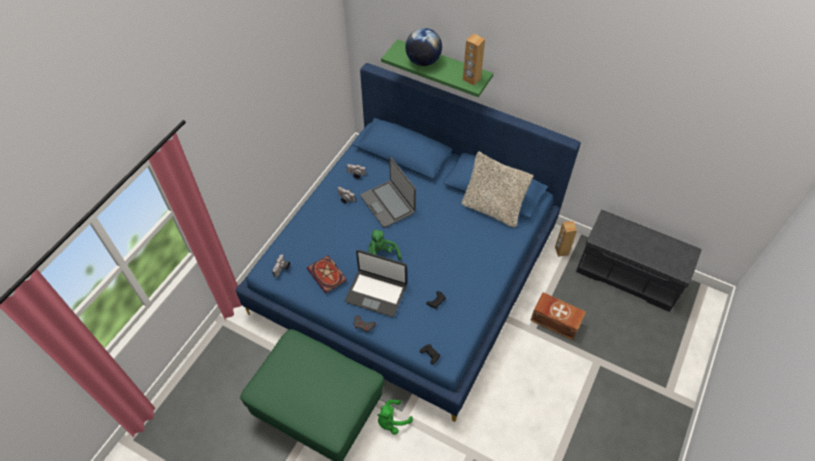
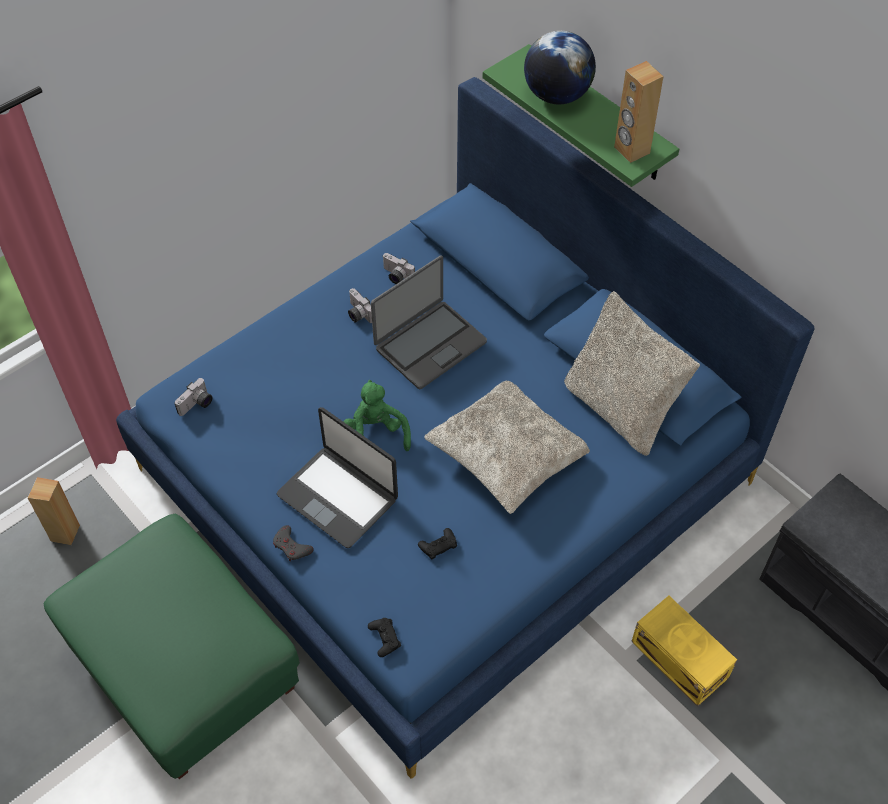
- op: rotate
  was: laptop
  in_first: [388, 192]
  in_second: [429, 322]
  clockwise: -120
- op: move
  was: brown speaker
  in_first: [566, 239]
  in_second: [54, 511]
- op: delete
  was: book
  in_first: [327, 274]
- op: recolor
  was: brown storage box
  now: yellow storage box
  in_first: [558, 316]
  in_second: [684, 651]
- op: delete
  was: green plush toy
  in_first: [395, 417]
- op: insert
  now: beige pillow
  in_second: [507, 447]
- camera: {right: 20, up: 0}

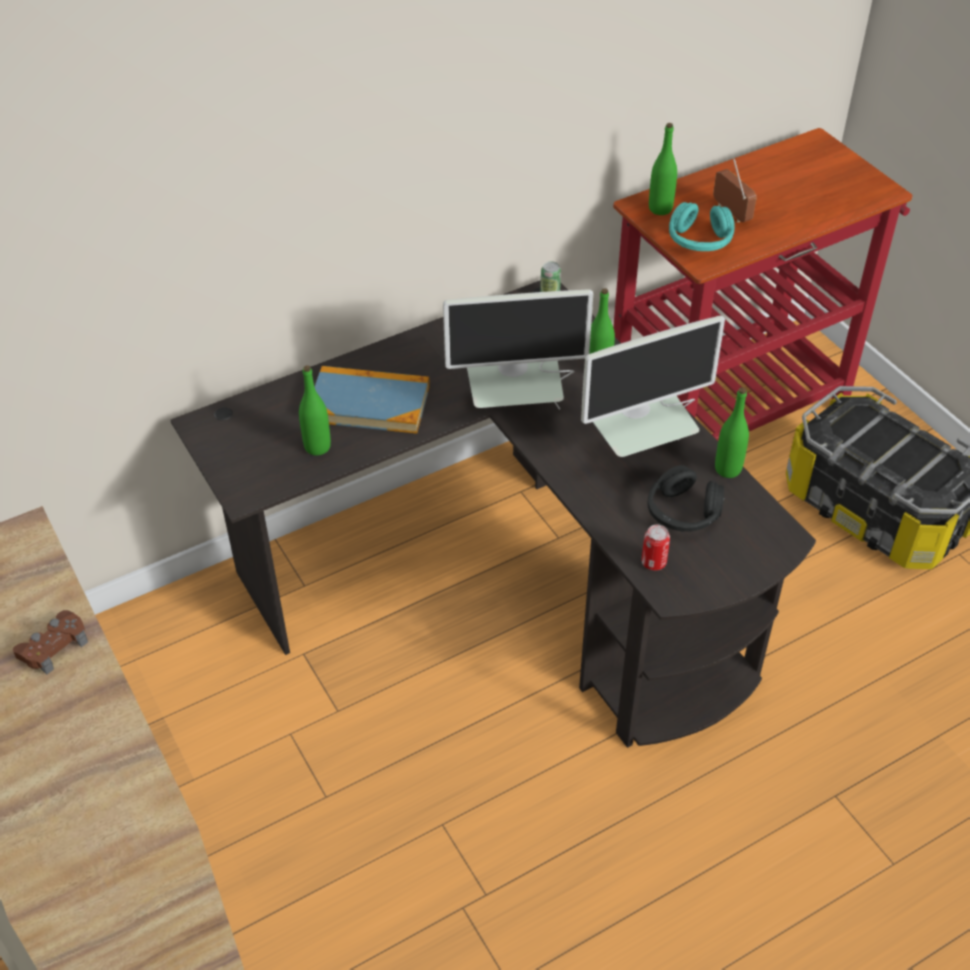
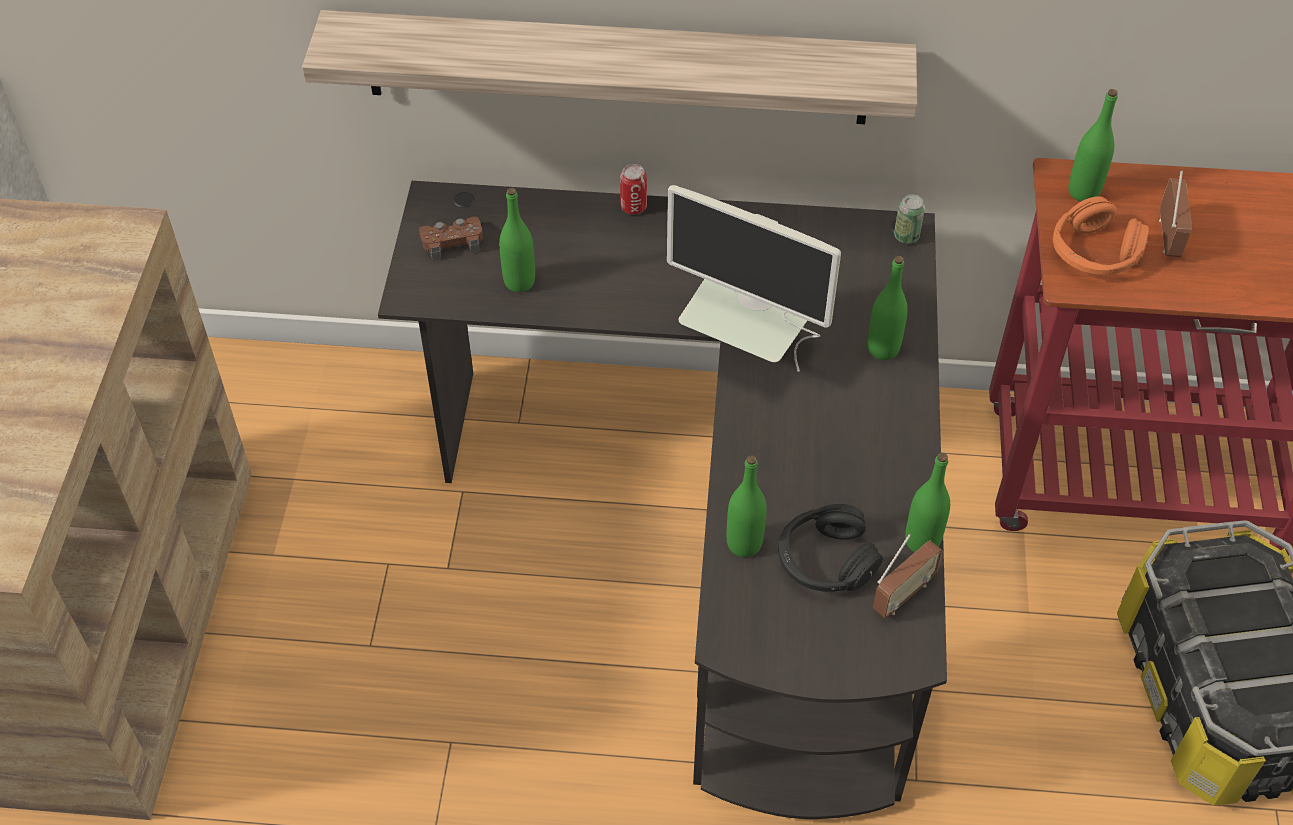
- op: recolor
  was: turquoise headphones
  now: orange headphones
  in_first: [702, 226]
  in_second: [1101, 235]
- op: delete
  was: monitor
  in_first: [653, 386]
- op: delete
  was: book
  in_first: [372, 400]
- op: move
  was: can
  in_first: [655, 547]
  in_second: [633, 189]
- op: move
  was: brown game controller
  in_first: [50, 642]
  in_second: [451, 239]
- op: insert
  now: shelf
  in_second: [609, 67]
- op: insert
  now: green bottle
  in_second: [747, 506]
- op: insert
  now: radio
  in_second: [908, 576]
- camera: {right: 35, up: 5}

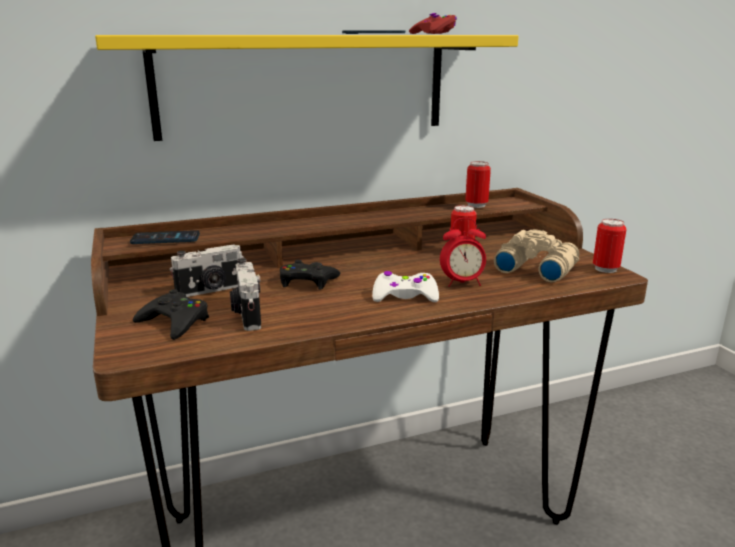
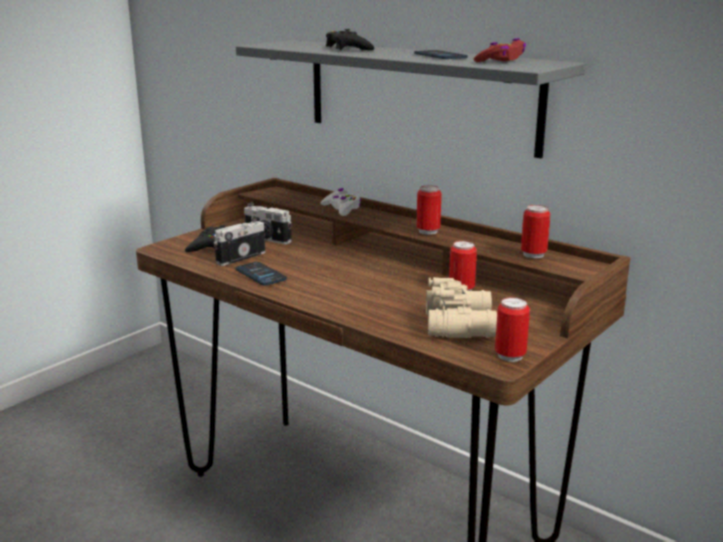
- op: recolor
  was: yellow shelf
  now: grey shelf
  in_first: [307, 88]
  in_second: [410, 99]
- op: delete
  was: alarm clock
  in_first: [463, 252]
- op: move
  was: phone
  in_first: [165, 237]
  in_second: [261, 274]
- op: move
  was: black game controller
  in_first: [310, 275]
  in_second: [350, 39]
- op: move
  was: white game controller
  in_first: [405, 286]
  in_second: [341, 202]
- op: insert
  now: can
  in_second: [428, 210]
- camera: {right: 60, up: 0}

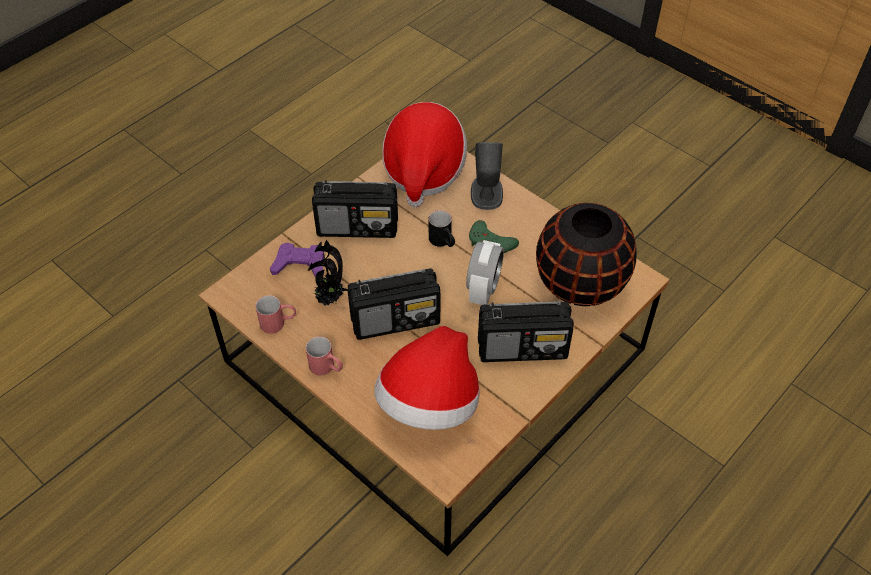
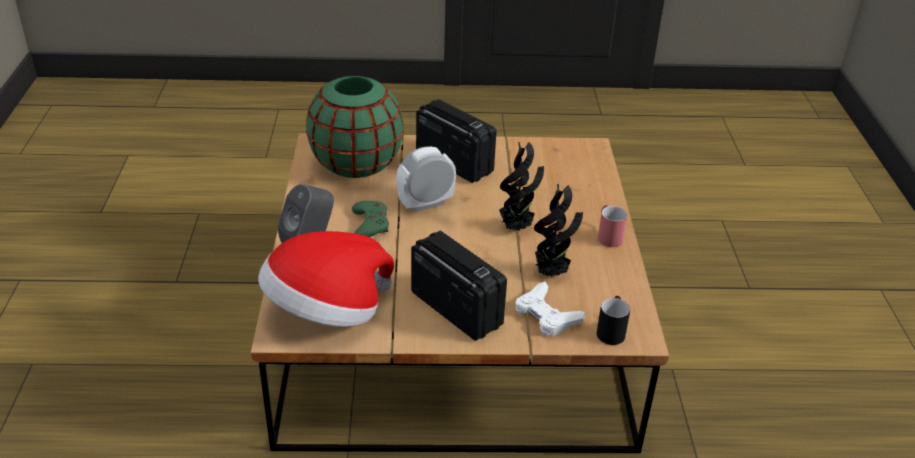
- op: recolor
  was: black vase
  now: green vase
  in_first: [586, 254]
  in_second: [355, 127]
- op: move
  was: black mug
  in_first: [442, 228]
  in_second: [613, 320]
- op: recolor
  was: purple game controller
  now: white game controller
  in_first: [297, 260]
  in_second: [550, 309]
- op: replace
  was: radio
  now: potted plant
  in_first: [394, 304]
  in_second: [521, 186]
- op: delete
  was: red mug
  in_first: [275, 314]
- op: delete
  was: hat
  in_first: [427, 378]
- camera: {right: -135, up: -15}

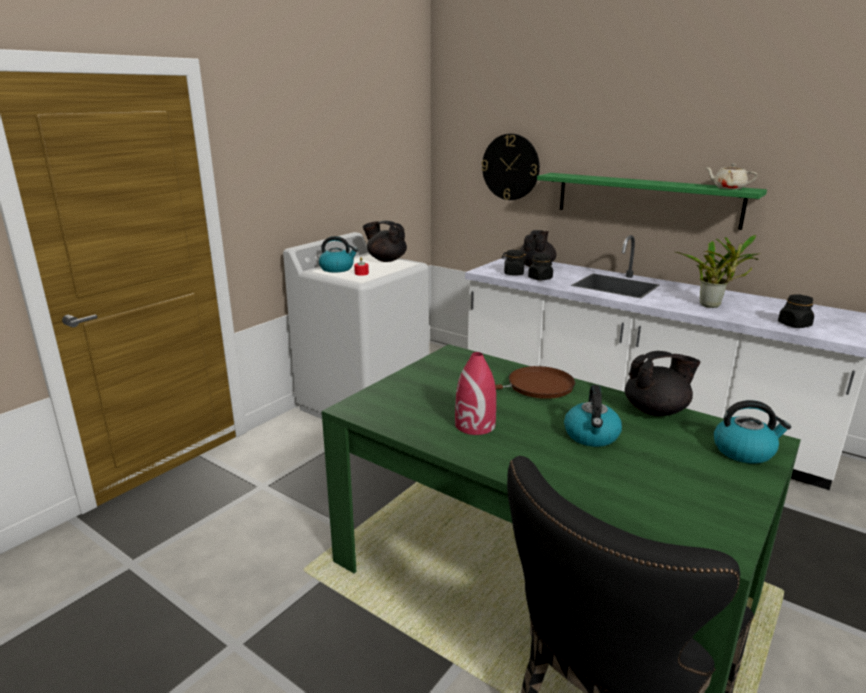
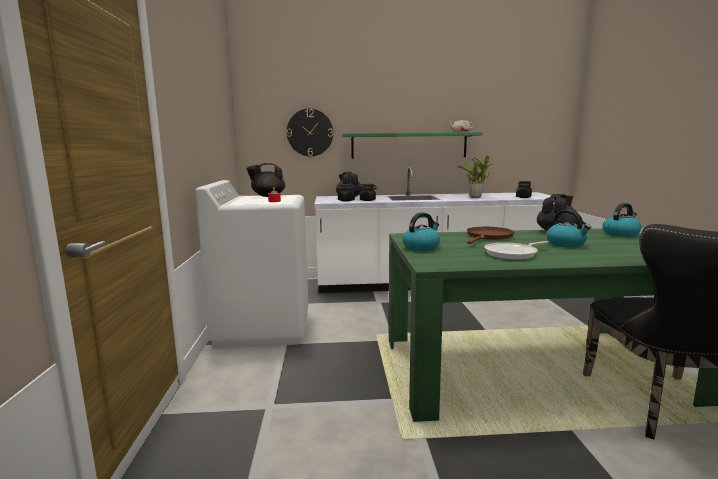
- op: move
  was: kettle
  in_first: [338, 254]
  in_second: [421, 231]
- op: replace
  was: red vase
  now: frying pan
  in_first: [475, 393]
  in_second: [516, 250]
- camera: {right: -40, up: -10}

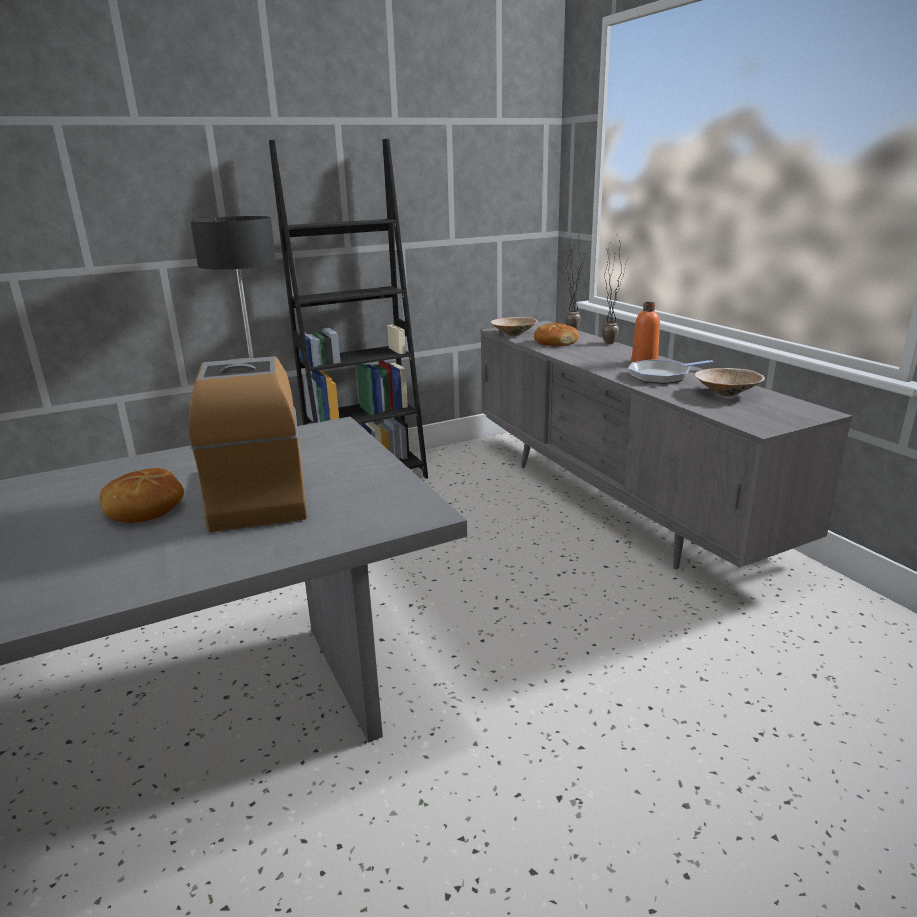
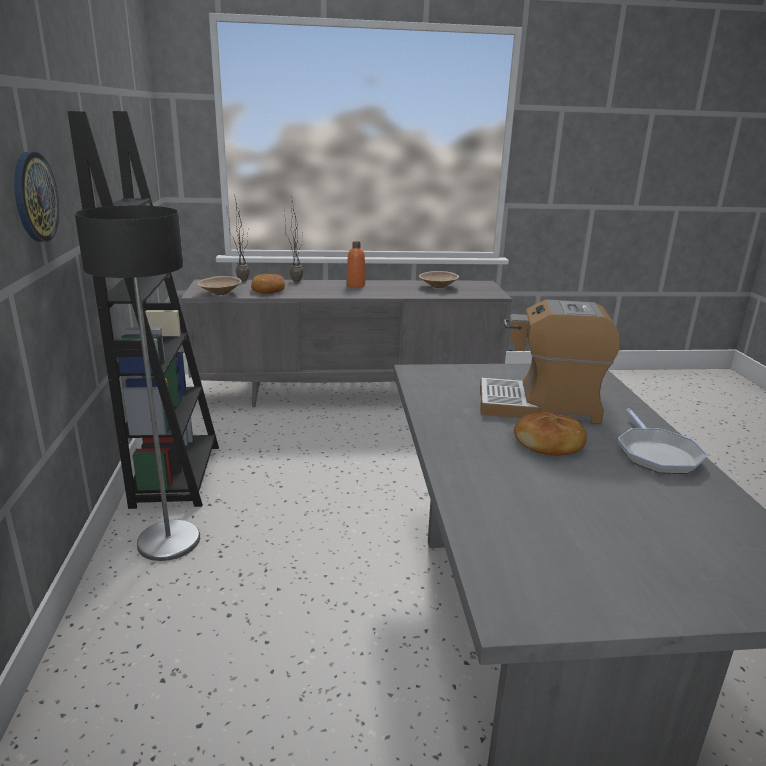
- op: move
  was: frying pan
  in_first: [670, 372]
  in_second: [662, 441]
- op: insert
  now: wall clock
  in_second: [36, 196]
- camera: {right: -70, up: 0}

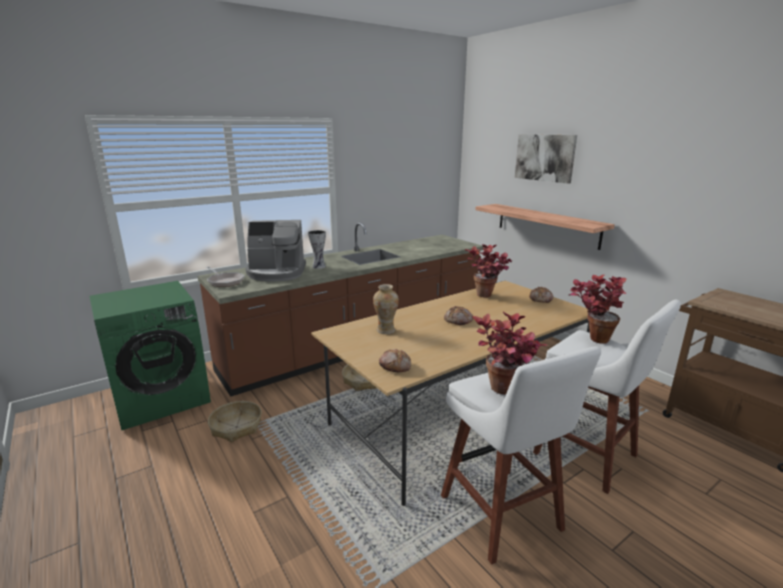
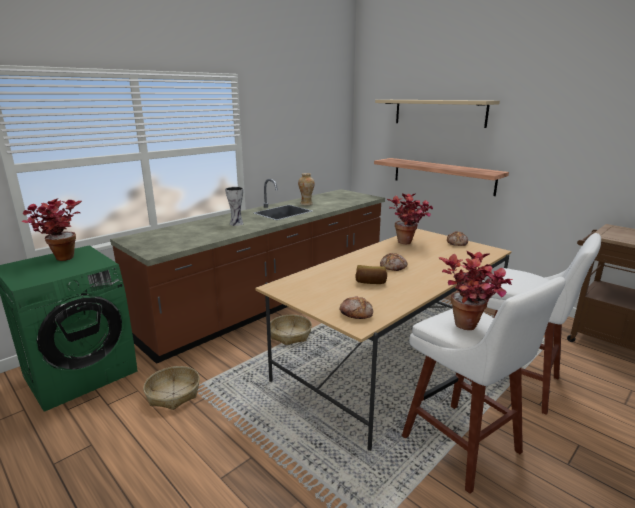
- op: replace
  was: picture
  now: beige shelf
  in_first: [546, 159]
  in_second: [437, 114]
- op: delete
  was: coffee machine
  in_first: [275, 250]
- op: delete
  was: frying pan
  in_first: [225, 276]
- op: move
  was: potted plant
  in_first: [597, 309]
  in_second: [52, 229]
- op: move
  was: vase
  in_first: [386, 309]
  in_second: [306, 189]
- op: insert
  now: bread
  in_second: [371, 274]
- camera: {right: -10, up: 0}

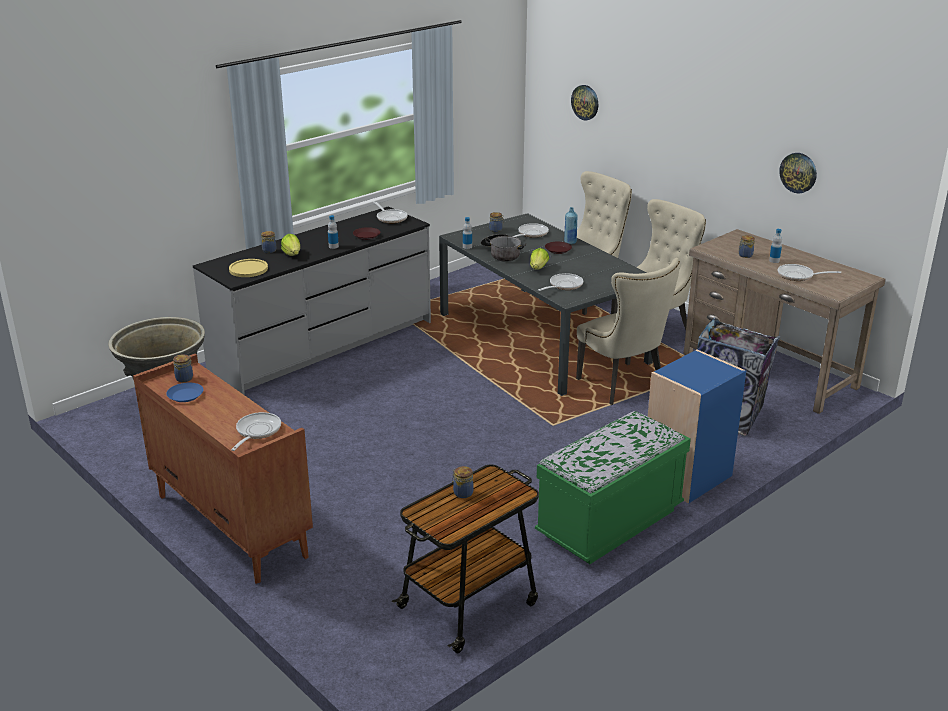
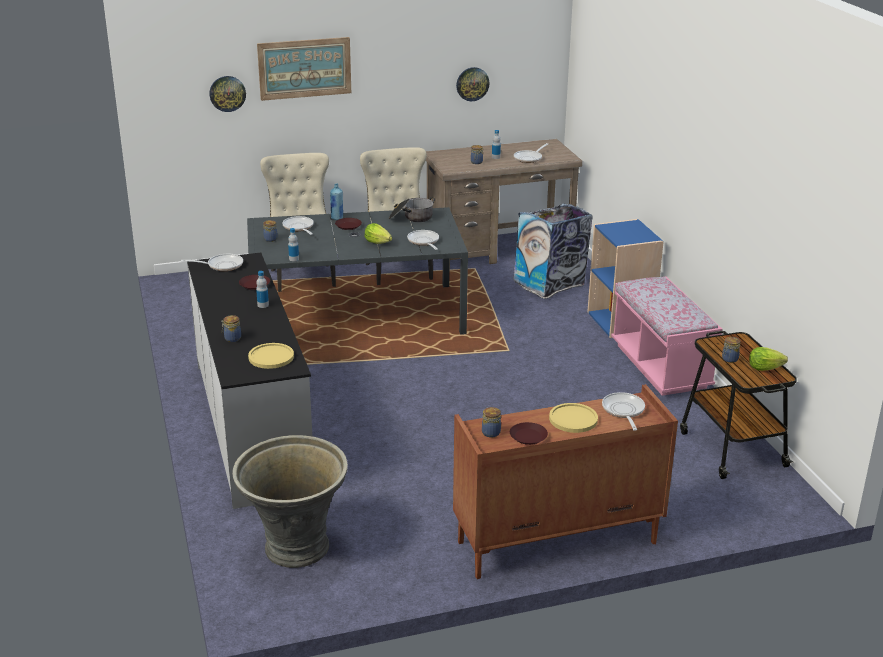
- op: move
  was: lettuce
  in_first: [290, 245]
  in_second: [768, 359]
- op: move
  was: cooking pot
  in_first: [503, 248]
  in_second: [412, 209]
- op: delete
  was: beige chair
  in_first: [628, 331]
- op: recolor
  was: blue plate
  now: brown plate
  in_first: [185, 392]
  in_second: [529, 433]
- op: recolor
  was: green bench
  now: pink bench
  in_first: [613, 487]
  in_second: [666, 336]
- op: rotate
  was: frying pan
  in_first: [256, 431]
  in_second: [623, 411]
  clockwise: 45
- op: insert
  now: picture
  in_second: [304, 69]
- op: insert
  now: yellow plate
  in_second: [573, 418]
- camera: {right: -65, up: 0}

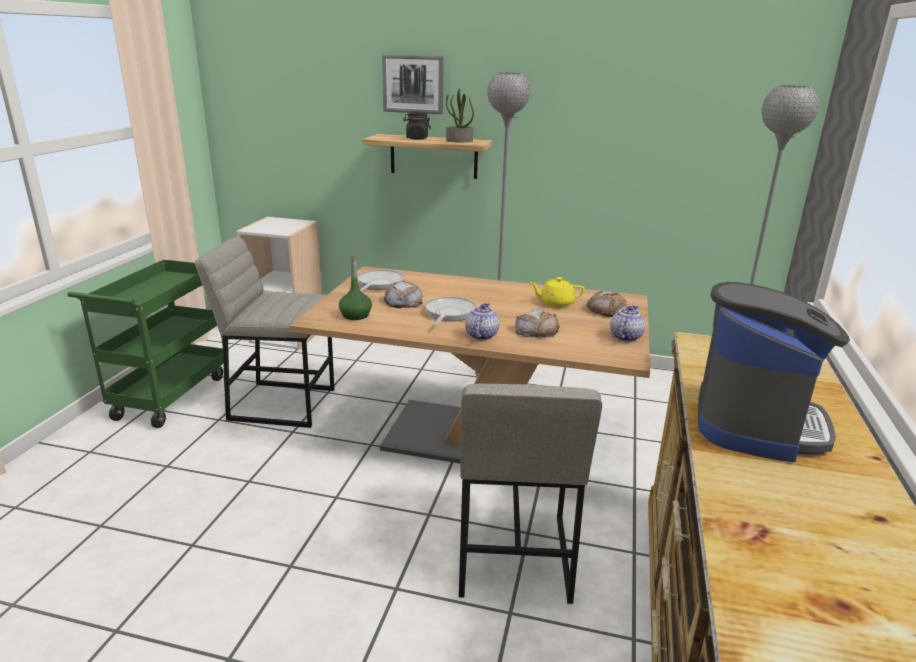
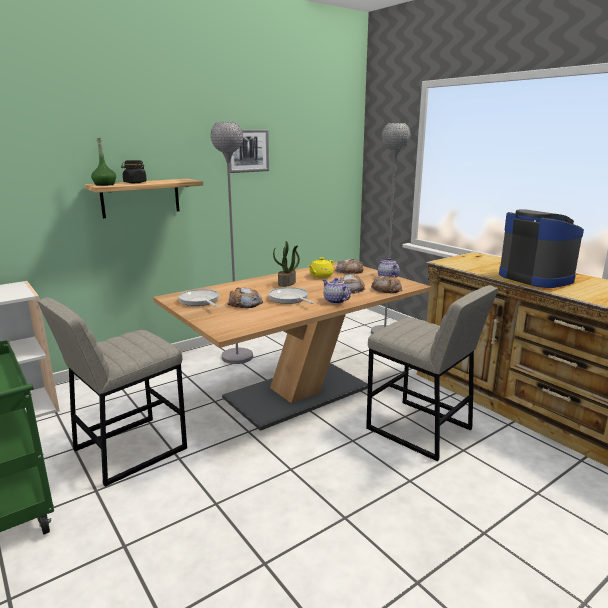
- op: move
  was: picture
  in_first: [413, 84]
  in_second: [249, 151]
- op: move
  was: potted plant
  in_first: [460, 115]
  in_second: [286, 264]
- op: move
  was: green bottle
  in_first: [355, 287]
  in_second: [103, 162]
- op: insert
  now: bread
  in_second: [387, 284]
- camera: {right: -50, up: -5}

